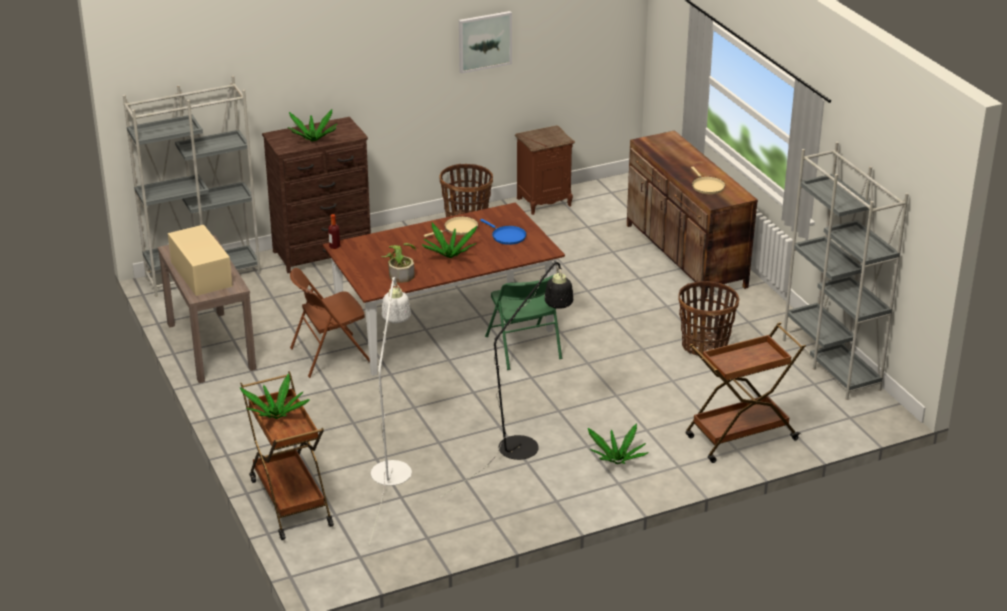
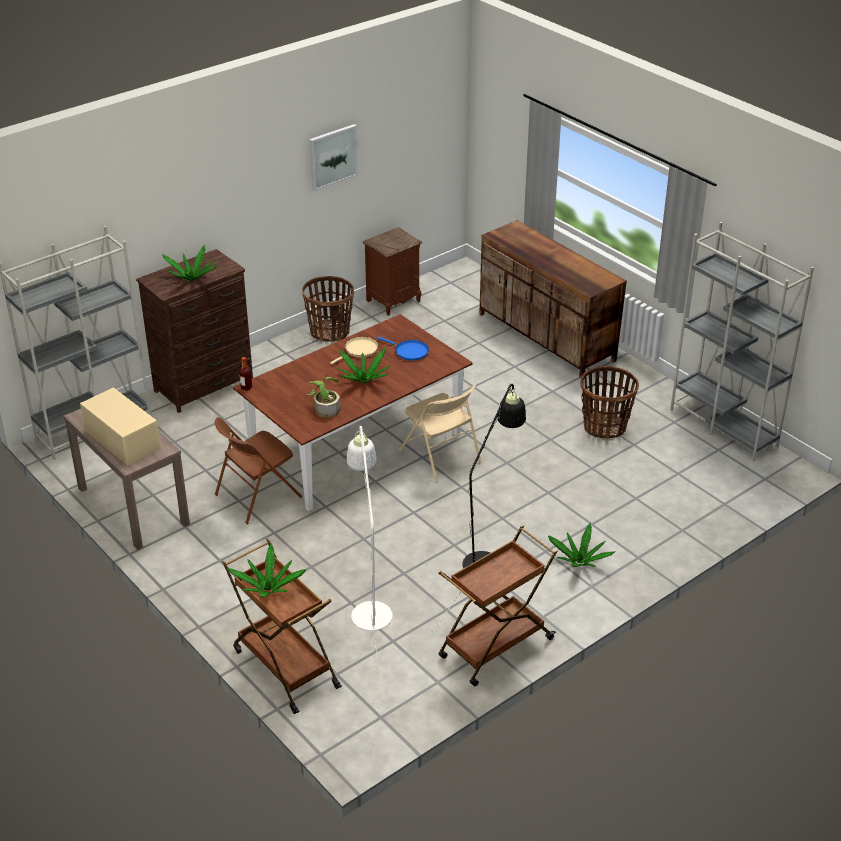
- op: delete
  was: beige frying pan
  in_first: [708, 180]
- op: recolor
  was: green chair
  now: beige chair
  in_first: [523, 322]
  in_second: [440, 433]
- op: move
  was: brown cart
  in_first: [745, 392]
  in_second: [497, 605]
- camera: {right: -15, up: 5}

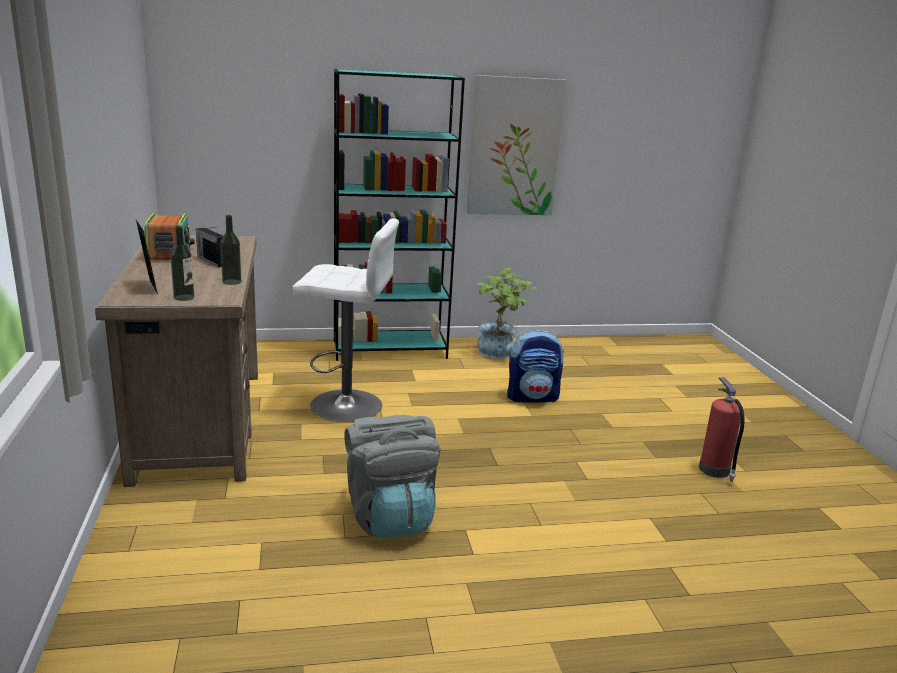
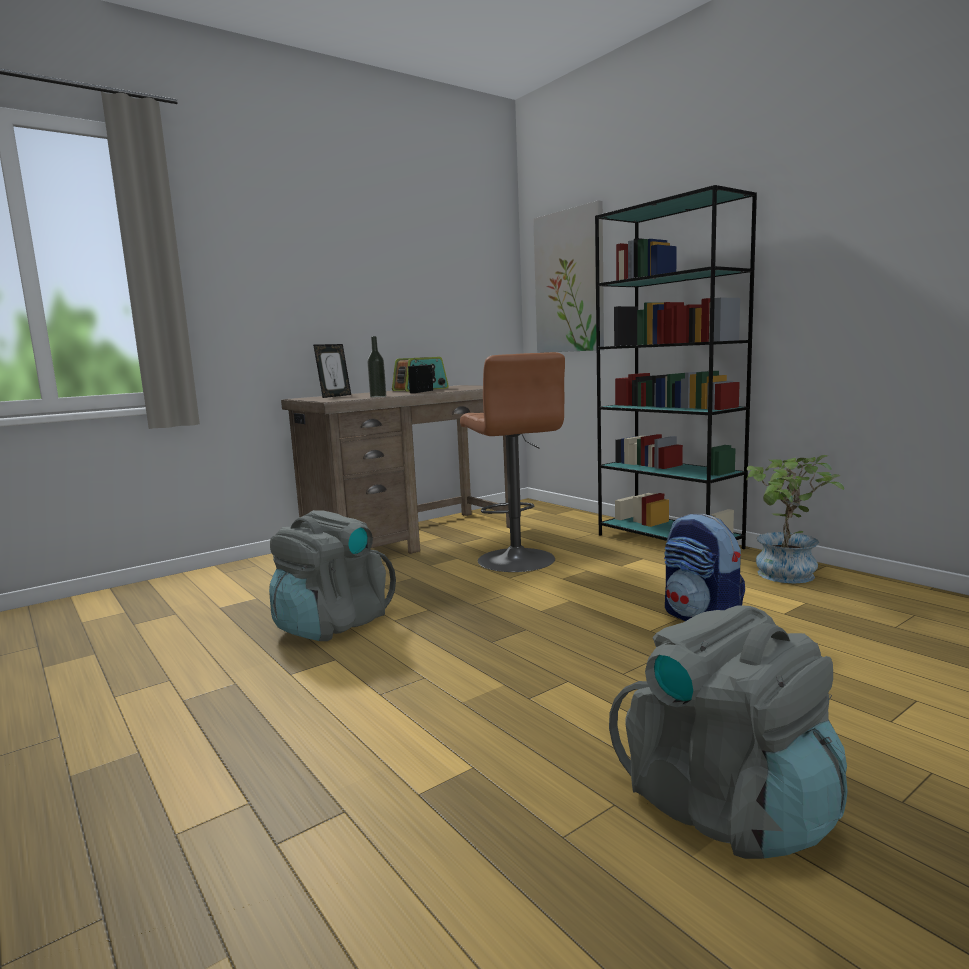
- op: move
  was: picture
  in_first: [516, 145]
  in_second: [568, 276]
- op: recolor
  was: white stool
  now: brown stool
  in_first: [345, 320]
  in_second: [512, 462]
- op: delete
  was: bottle
  in_first: [182, 263]
- op: replace
  was: fire extinguisher
  now: grey backpack
  in_first: [722, 429]
  in_second: [728, 732]
- camera: {right: 65, up: -10}

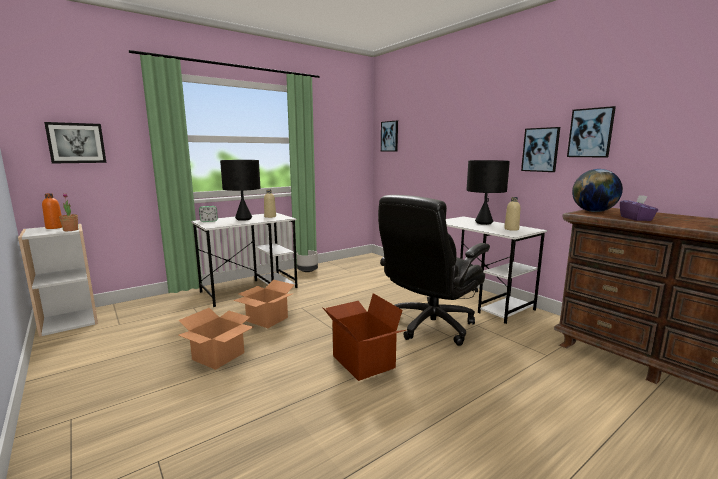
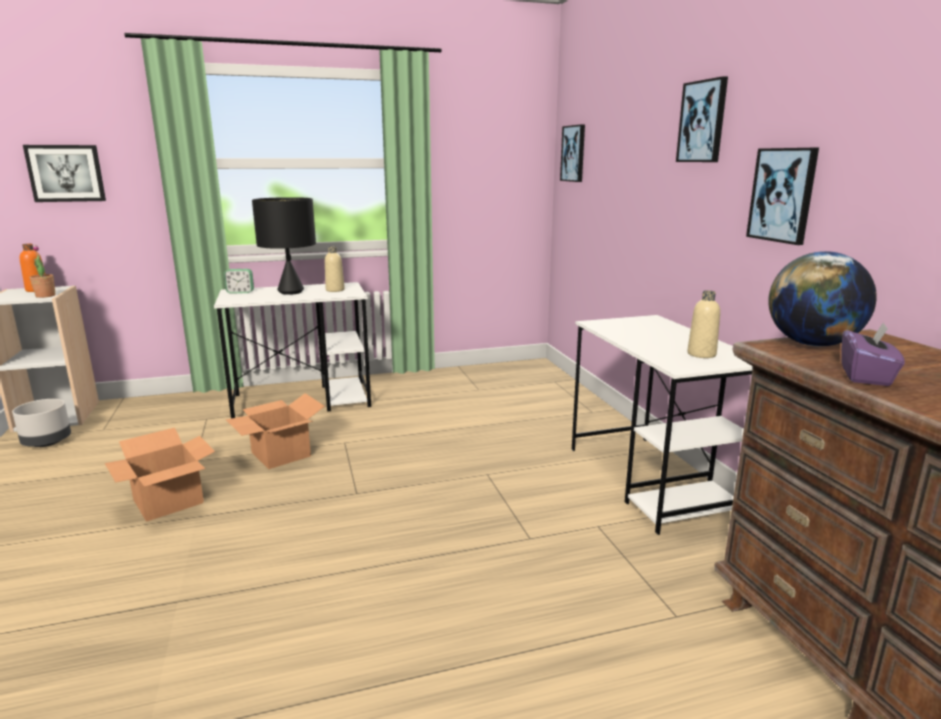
- op: move
  was: picture
  in_first: [591, 132]
  in_second: [702, 119]
- op: delete
  was: black table lamp
  in_first: [488, 192]
- op: delete
  was: black office chair
  in_first: [434, 270]
- op: move
  was: grey planter
  in_first: [307, 261]
  in_second: [41, 423]
- op: delete
  was: cardboard box
  in_first: [364, 337]
- camera: {right: 20, up: 5}

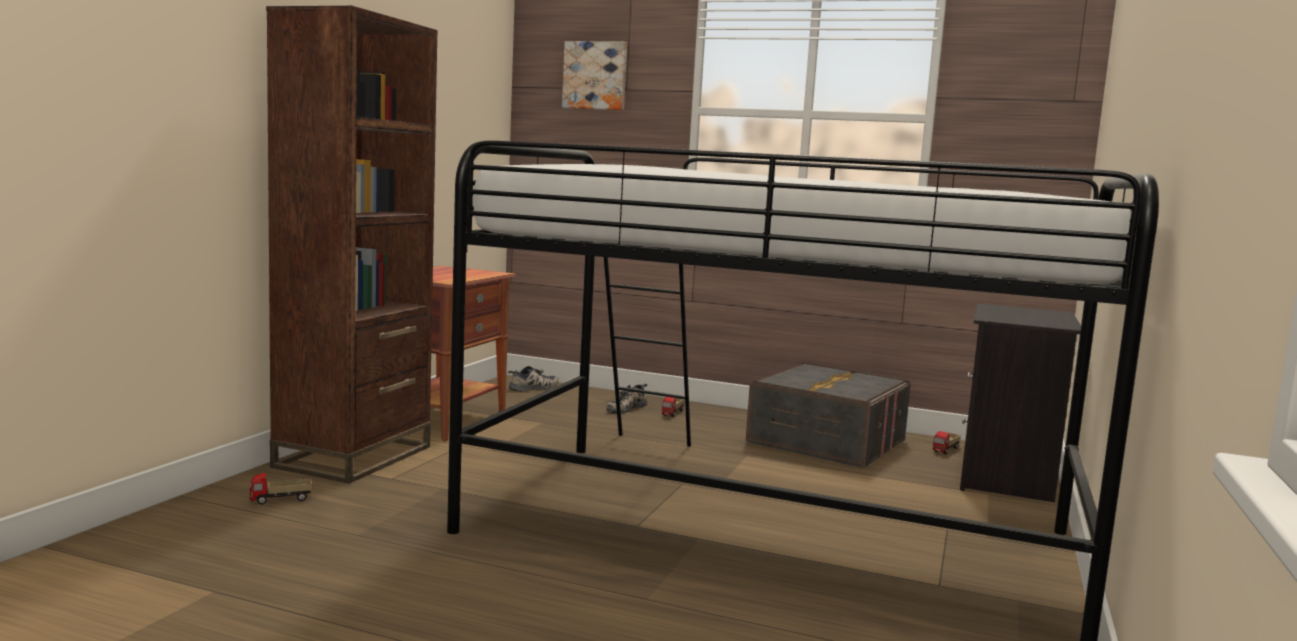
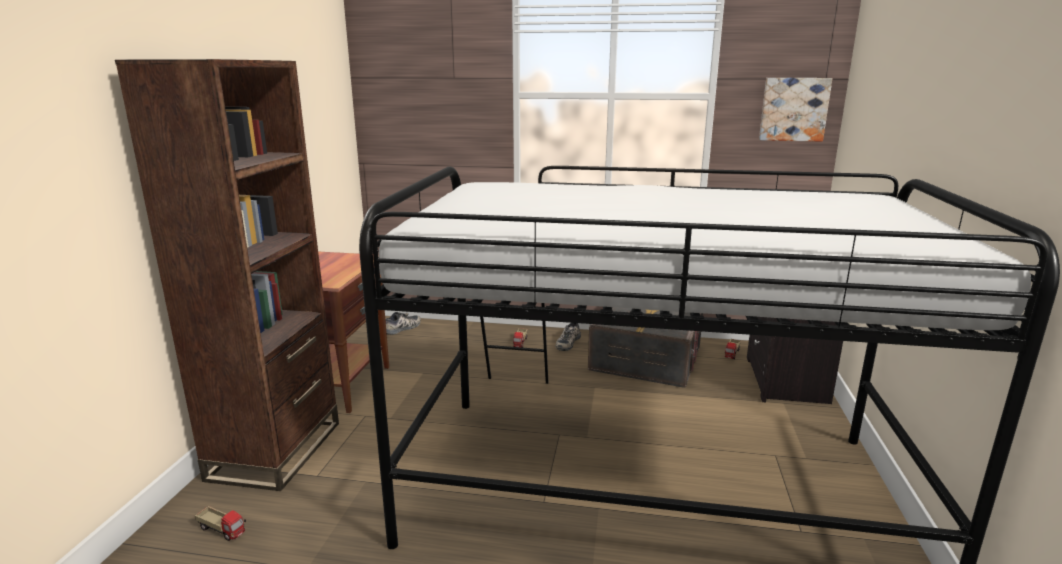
- op: move
  was: picture
  in_first: [594, 75]
  in_second: [796, 110]
- op: move
  was: shoe
  in_first: [626, 399]
  in_second: [568, 337]
- op: rotate
  was: toy truck
  in_first: [280, 489]
  in_second: [220, 523]
  clockwise: -120
- camera: {right: -10, up: 10}

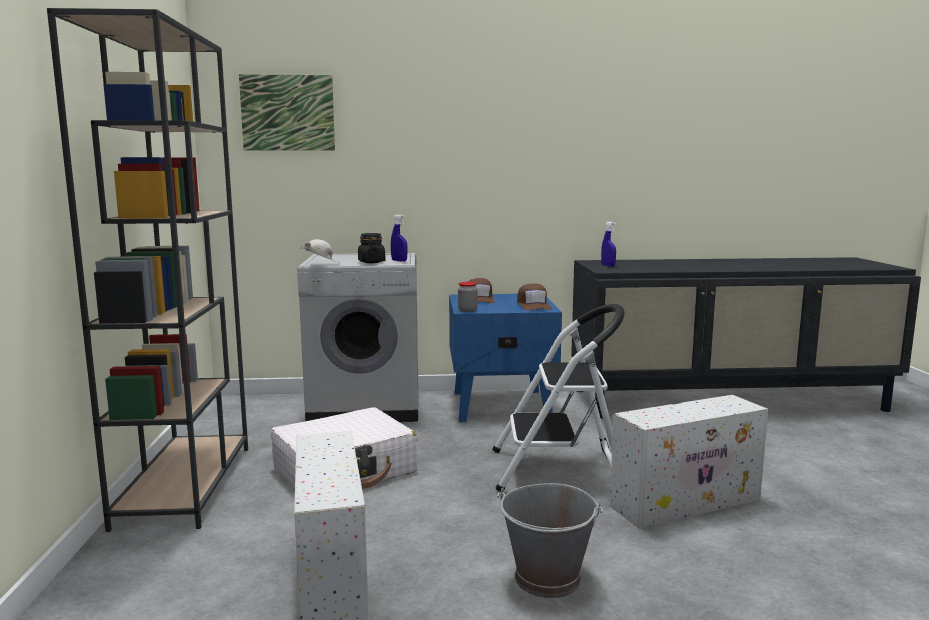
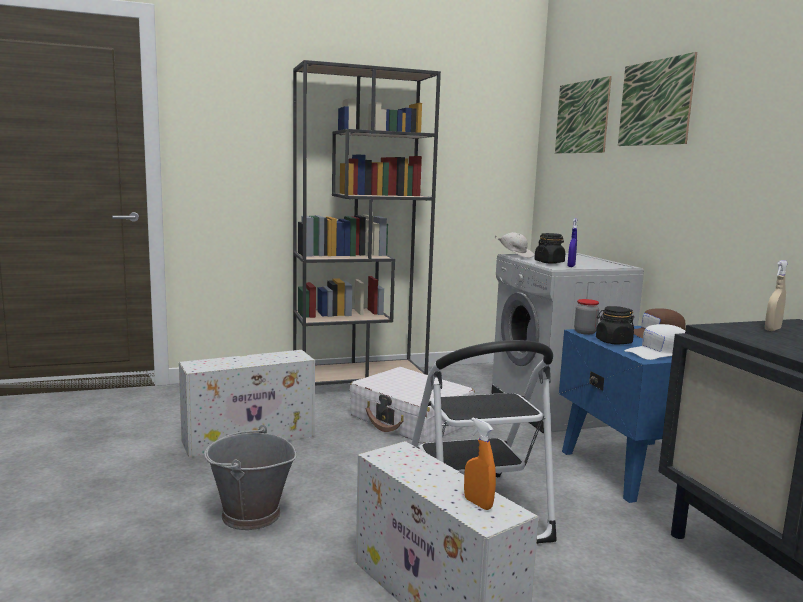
- op: recolor
  was: blue spray bottle
  now: beige spray bottle
  in_first: [608, 244]
  in_second: [776, 295]
- op: recolor
  was: brown cap
  now: white cap
  in_first: [534, 297]
  in_second: [654, 342]
- op: insert
  now: picture
  in_second: [657, 99]
- op: insert
  now: black jar
  in_second: [615, 325]
- op: insert
  now: orange spray bottle
  in_second: [480, 463]
- camera: {right: 75, up: 0}

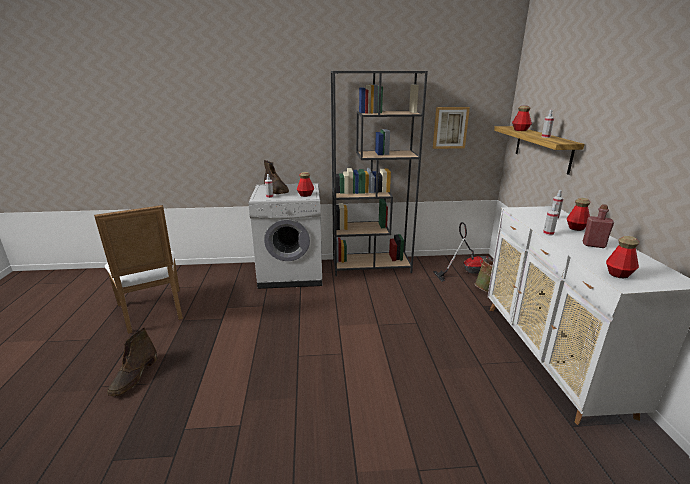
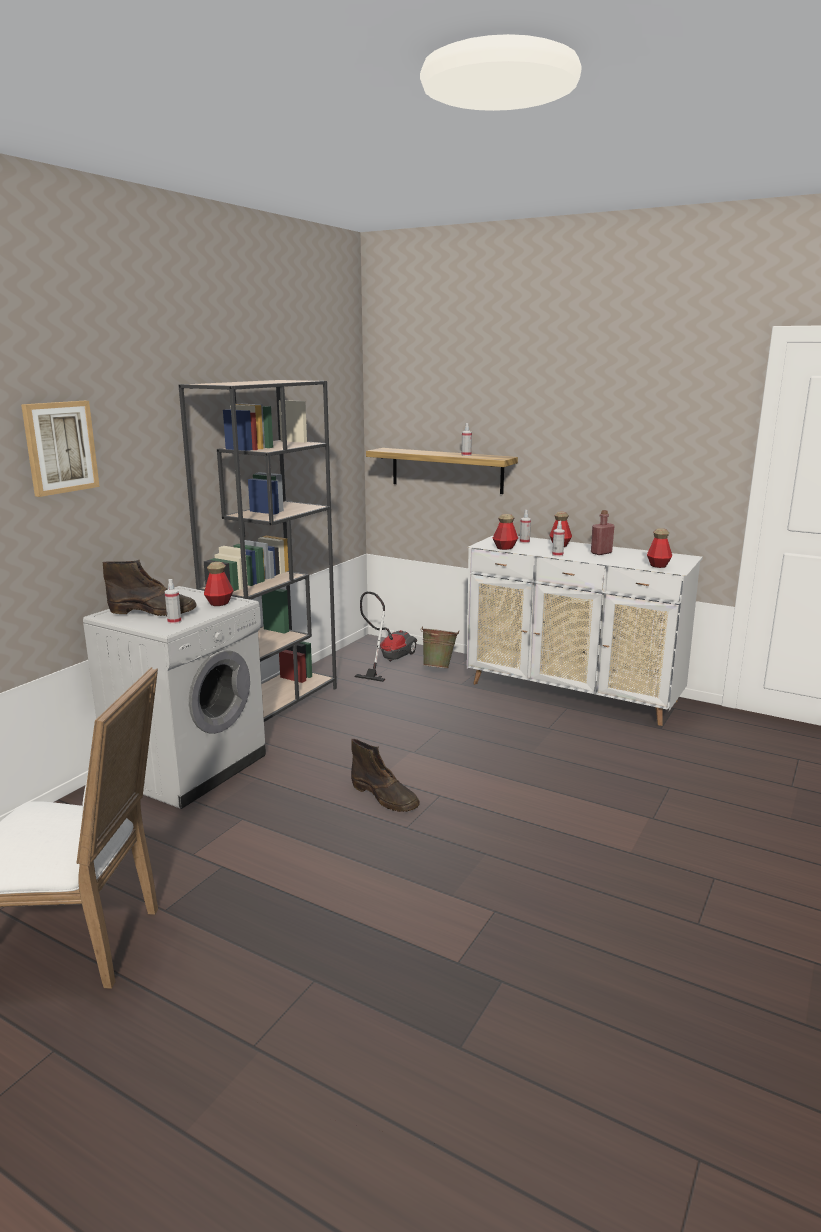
- op: move
  was: bottle
  in_first: [522, 118]
  in_second: [505, 532]
- op: move
  was: picture
  in_first: [451, 128]
  in_second: [60, 449]
- op: move
  was: brown boot
  in_first: [132, 362]
  in_second: [385, 775]
- camera: {right: -55, up: -5}

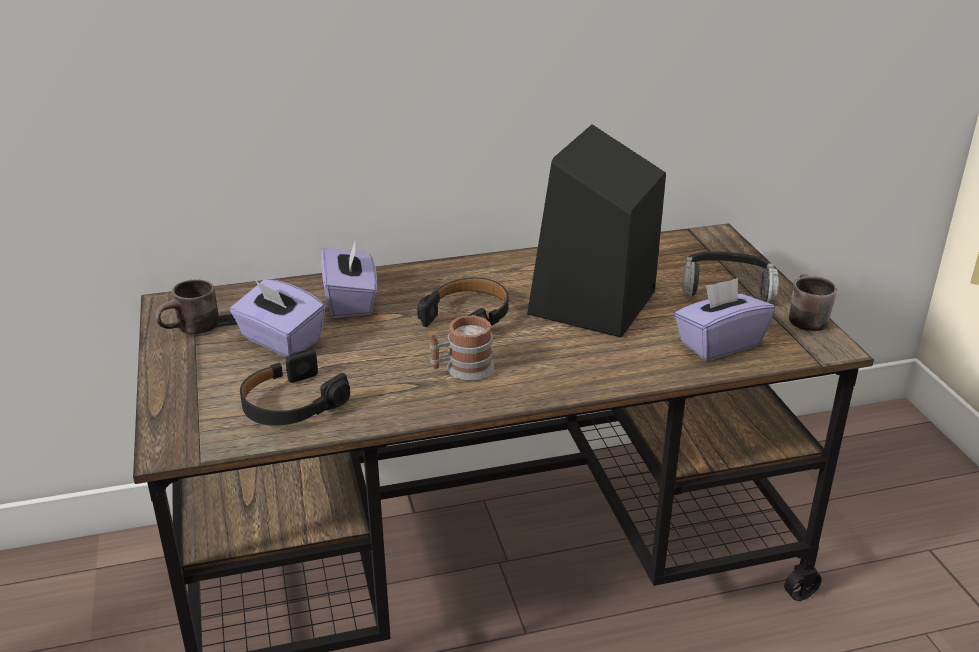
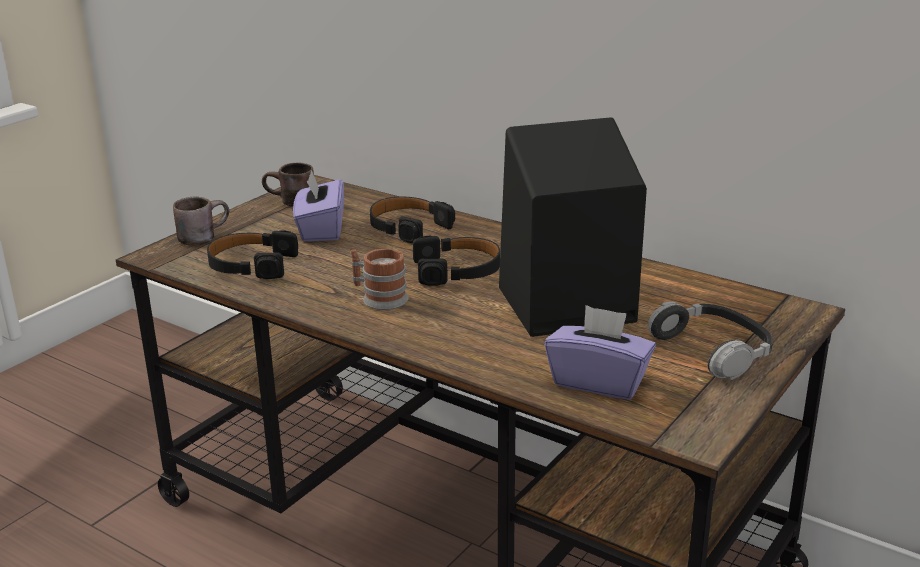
- op: replace
  was: purple tissue box
  now: black headphones
  in_first: [349, 278]
  in_second: [412, 220]
- op: move
  was: brown mug
  in_first: [813, 302]
  in_second: [201, 221]
- camera: {right: 50, up: -5}

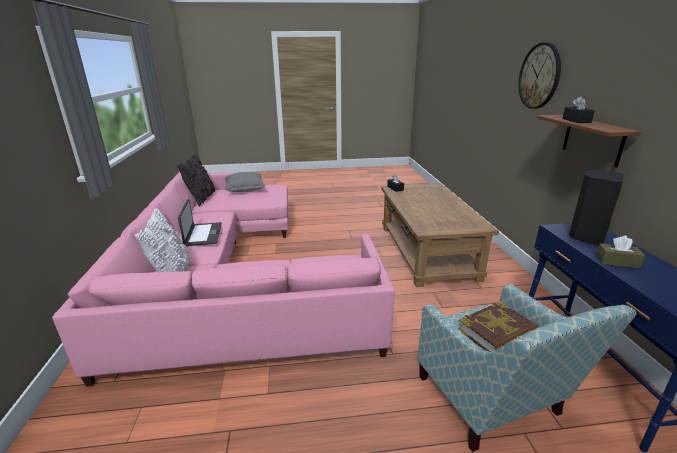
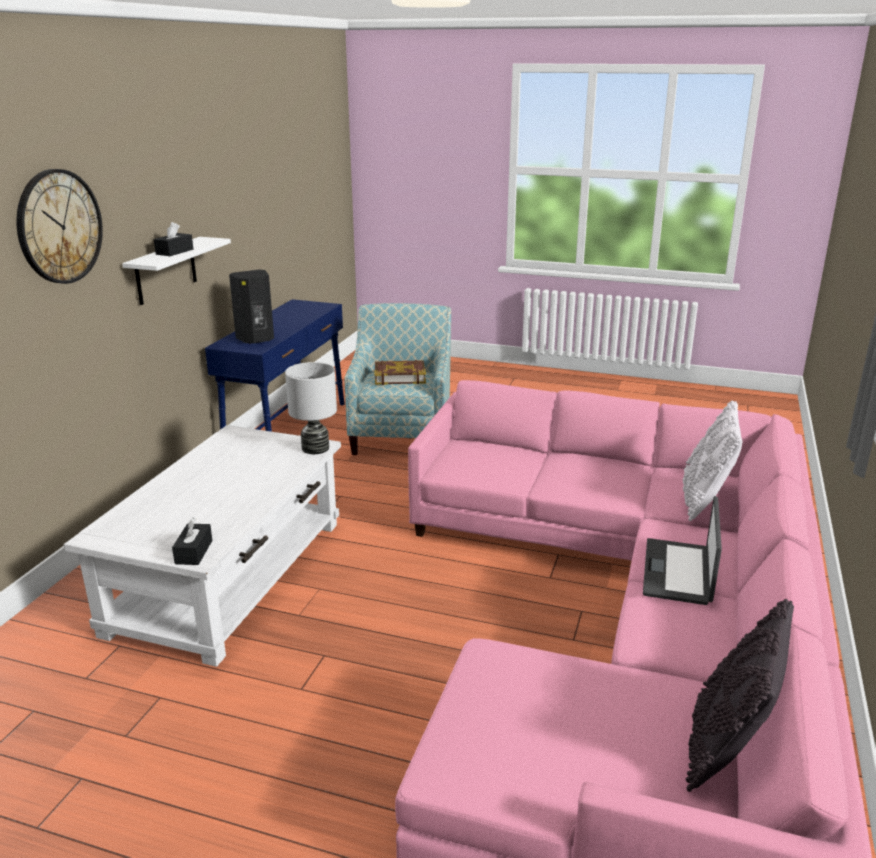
- op: recolor
  was: brown shelf
  now: white shelf
  in_first: [589, 141]
  in_second: [176, 271]
- op: delete
  was: grey pillow
  in_first: [244, 182]
- op: recolor
  was: brown coffee table
  now: white coffee table
  in_first: [440, 235]
  in_second: [202, 546]
- op: delete
  was: brown tissue box
  in_first: [620, 252]
- op: insert
  now: grey table lamp
  in_second: [311, 408]
- camera: {right: -155, up: 0}

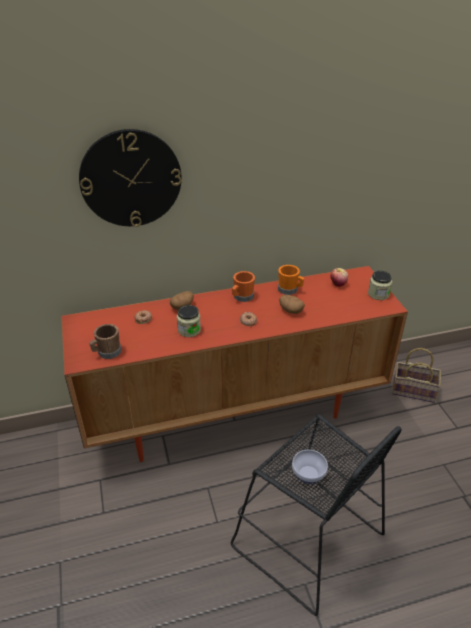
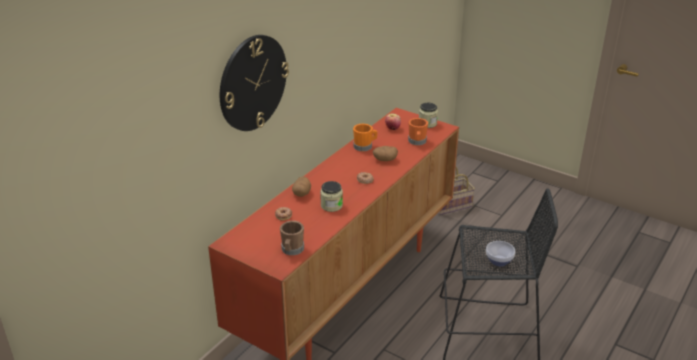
- op: move
  was: orange mug
  in_first: [243, 286]
  in_second: [418, 131]
- camera: {right: -40, up: -5}

